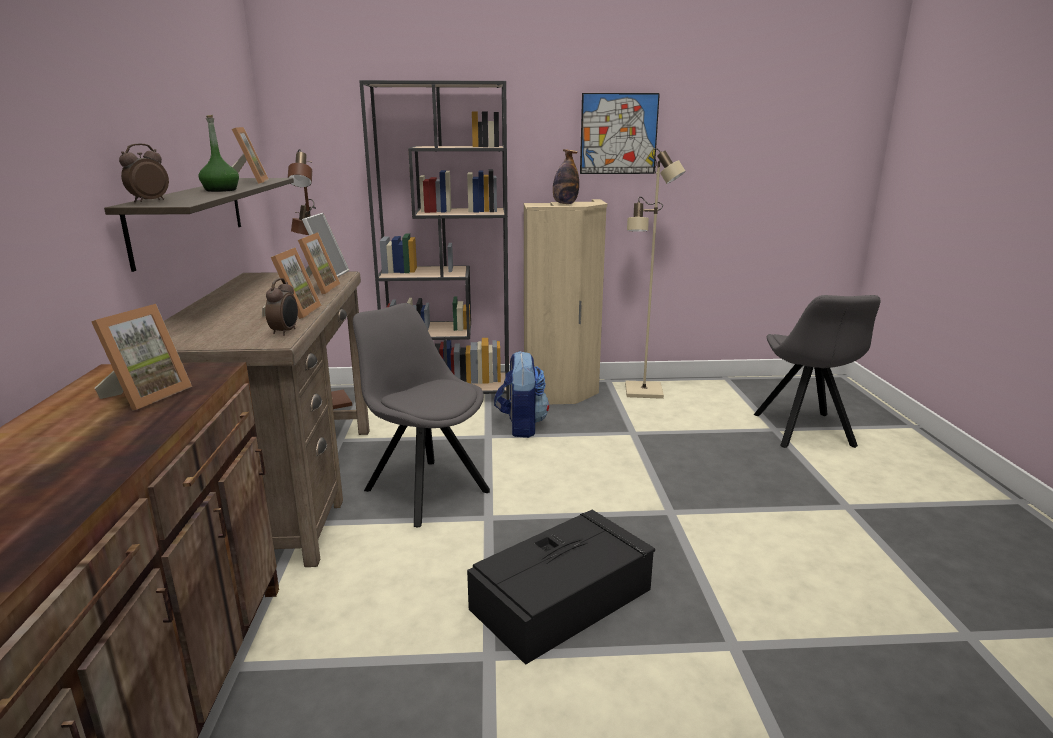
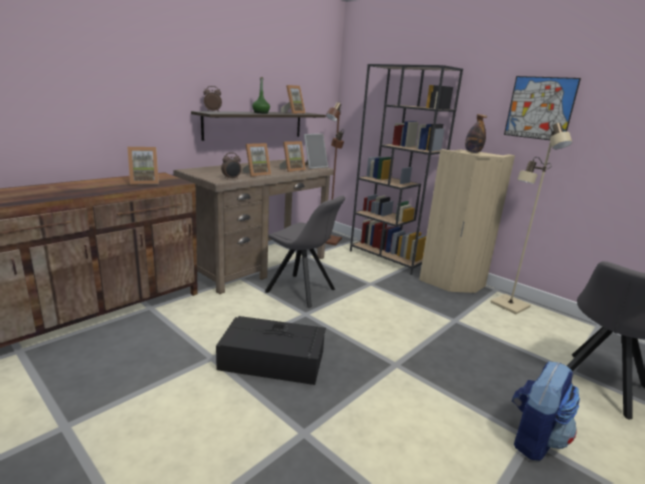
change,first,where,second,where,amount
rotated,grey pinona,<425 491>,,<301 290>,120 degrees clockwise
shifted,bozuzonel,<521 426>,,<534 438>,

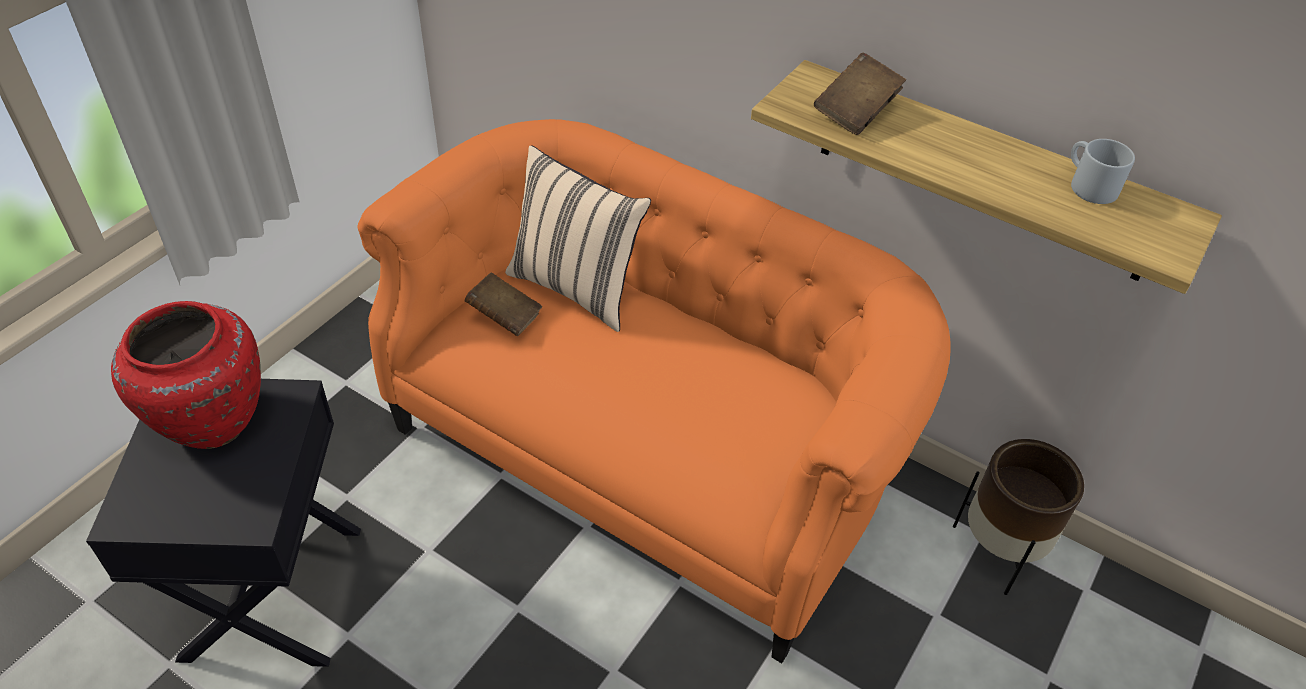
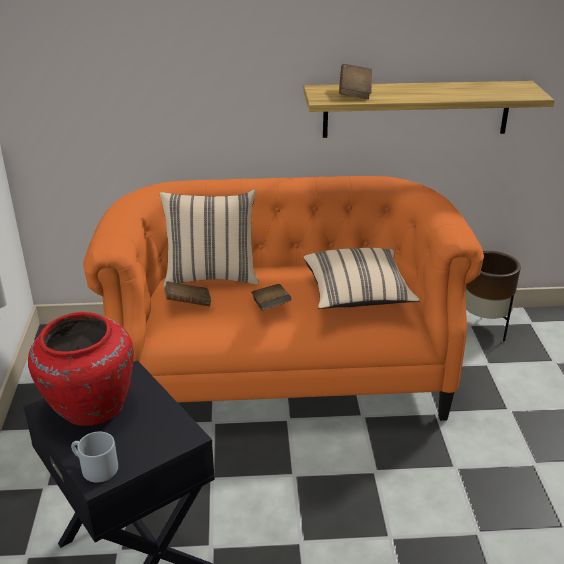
change,first,where,second,where,amount
shifted,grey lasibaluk,<1087 185>,,<94 468>,
new,,,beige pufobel,<357 295>,
new,,,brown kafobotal,<270 306>,

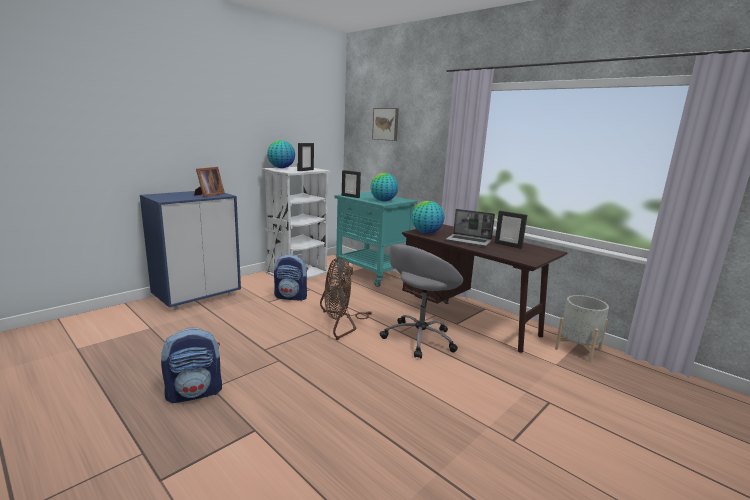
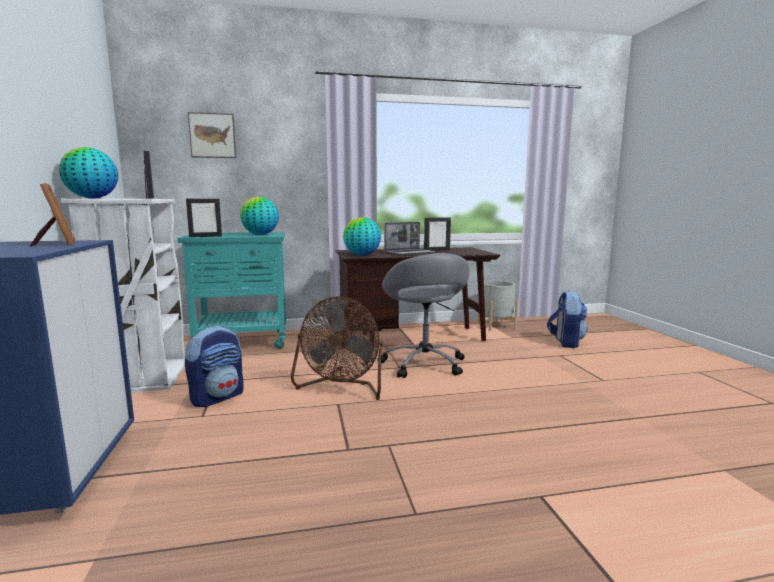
change,first,where,second,where,amount
shifted,bozuzonel,<195 393>,,<565 342>,

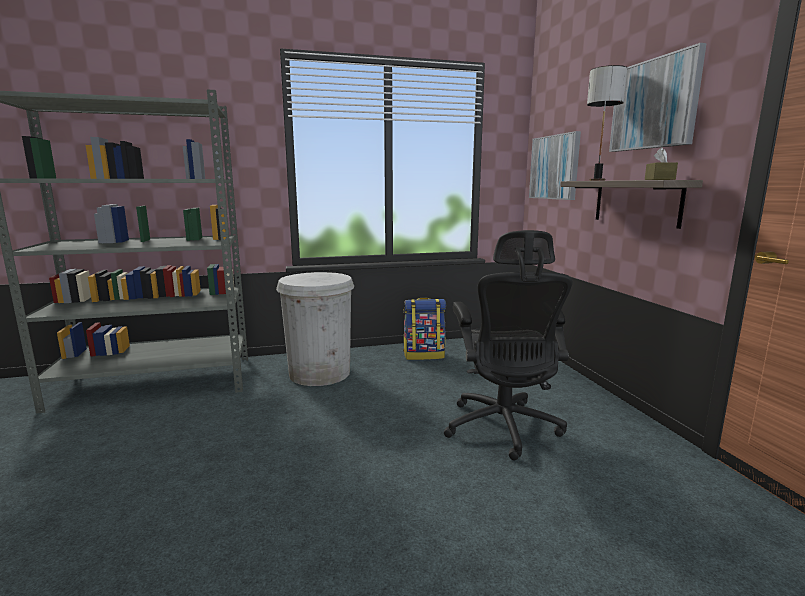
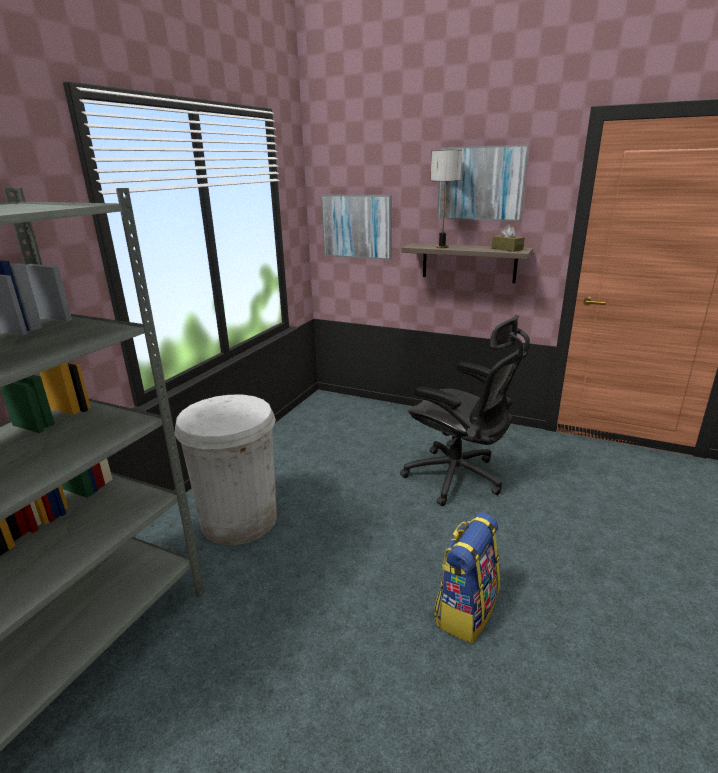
change,first,where,second,where,amount
shifted,bozuzonel,<424 355>,,<465 610>,

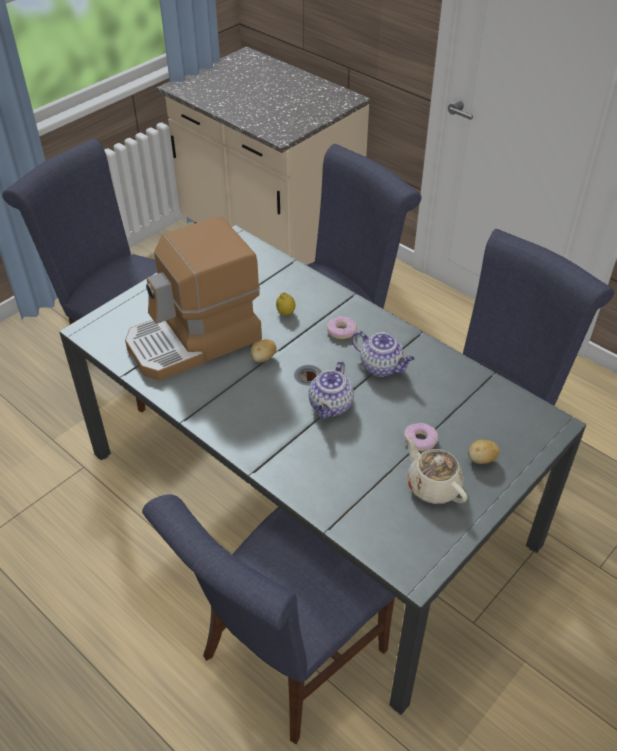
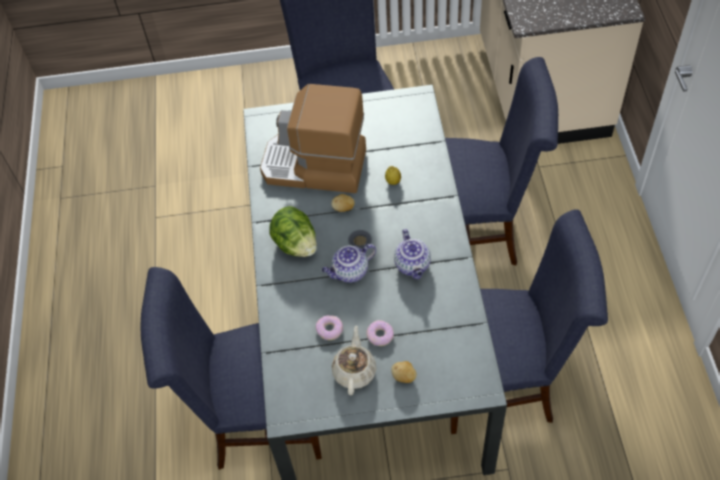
change,first,where,second,where,amount
shifted,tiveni,<341 331>,,<329 329>,
new,,,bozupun,<296 244>,

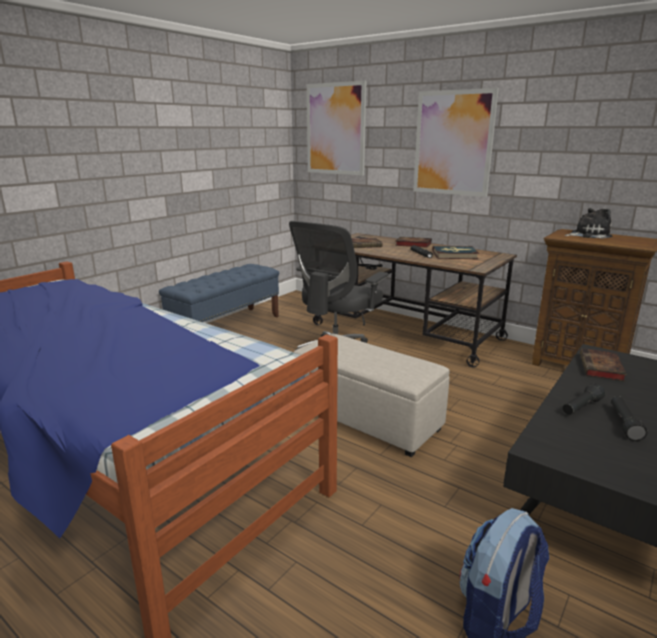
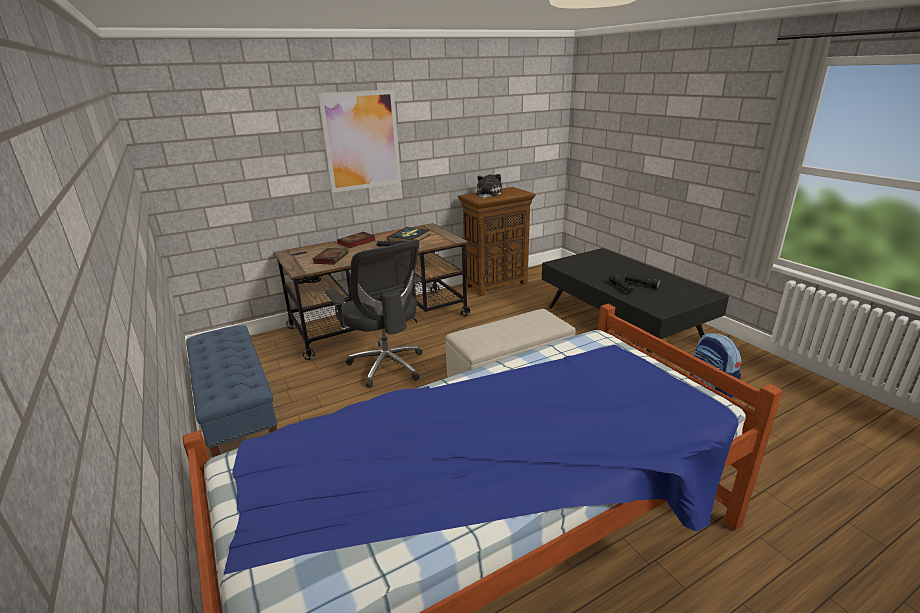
change,first,where,second,where,amount
gone,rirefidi,<336 129>,,,
gone,kafobotal,<602 368>,,,

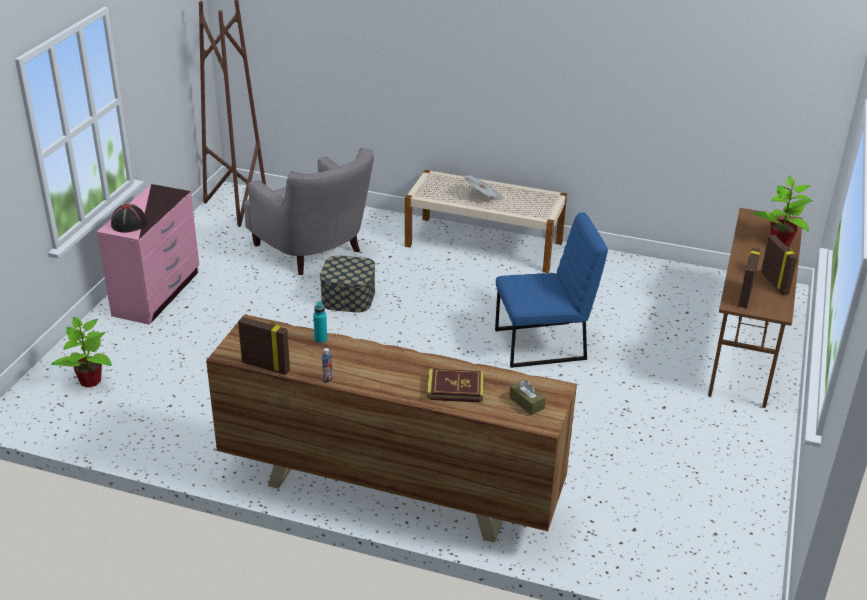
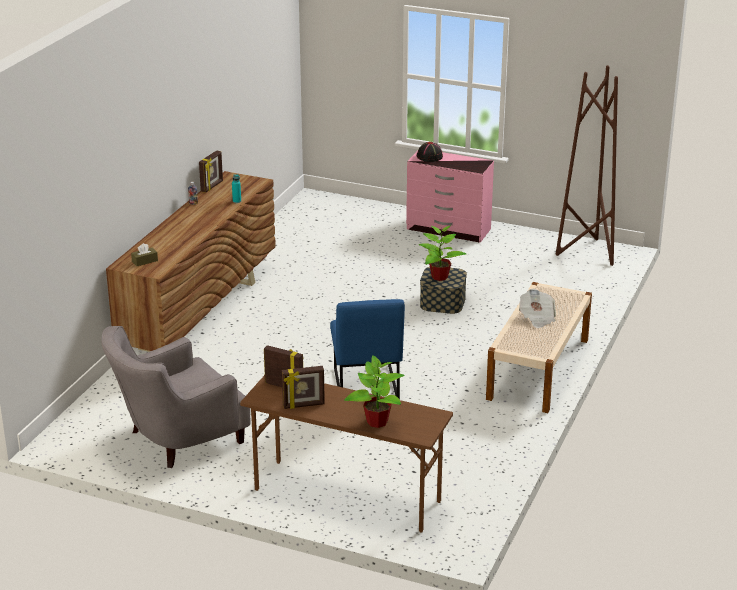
change,first,where,second,where,amount
shifted,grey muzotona,<313 251>,,<177 439>,
shifted,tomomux,<90 381>,,<439 277>,
gone,kafobotal,<455 389>,,,

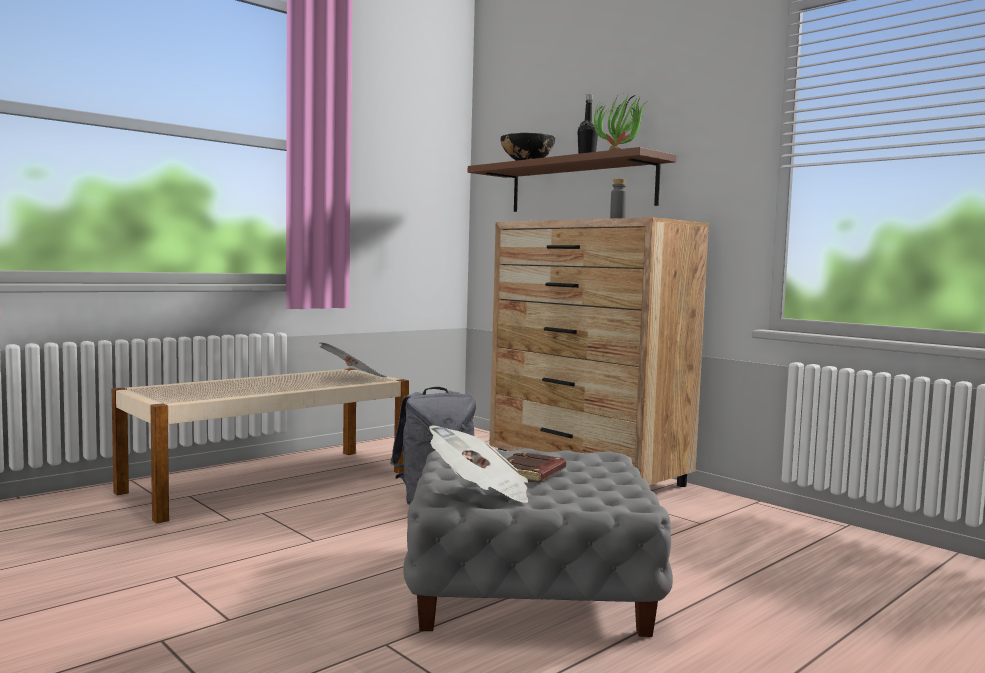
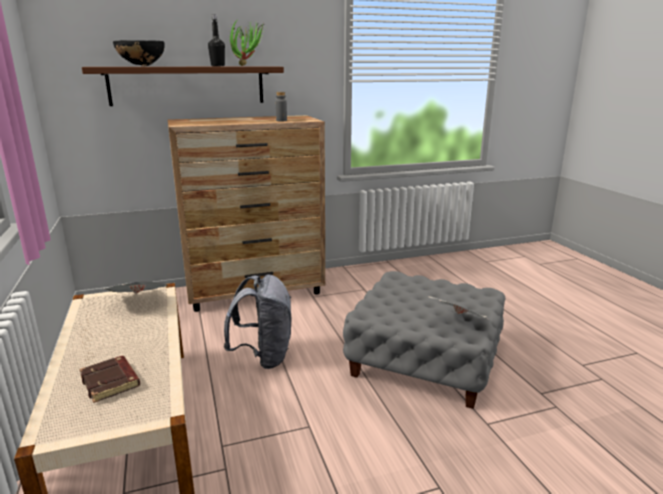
change,first,where,second,where,amount
shifted,brown kafobotal,<531 473>,,<111 382>,

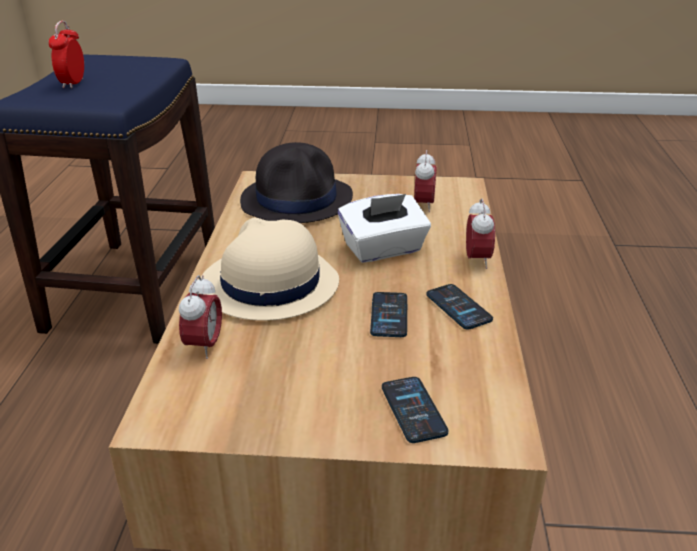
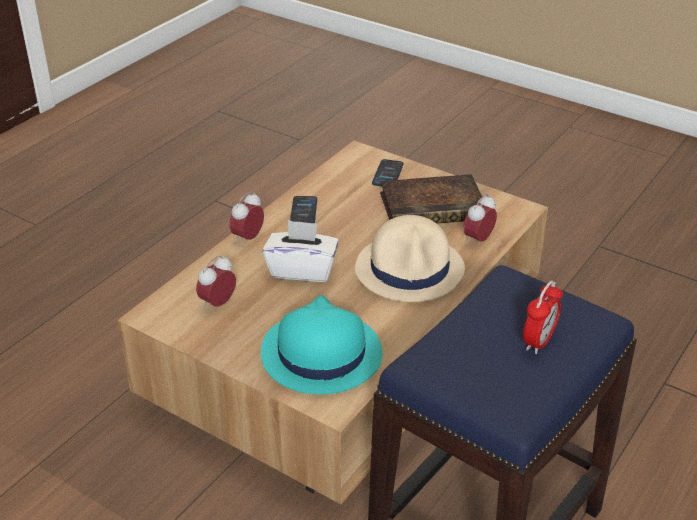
change,first,where,second,where,amount
repainted,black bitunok,<297 200>,turquoise bitunok,<320 354>,
gone,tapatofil,<389 315>,,,
new,,,kafobotal,<434 206>,

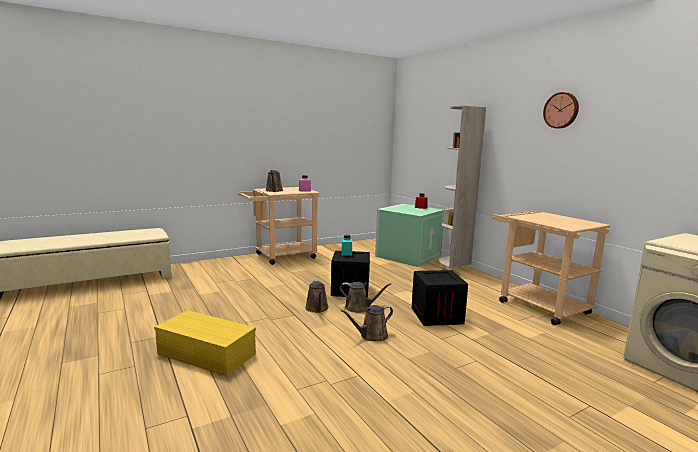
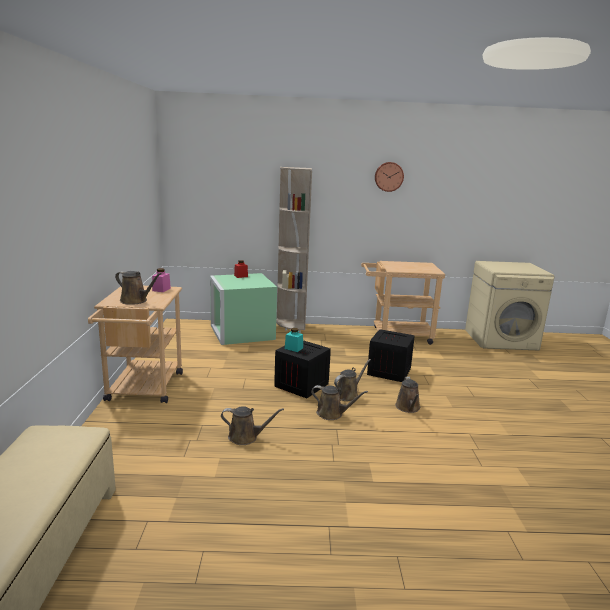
change,first,where,second,where,amount
gone,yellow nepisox,<208 354>,,,
new,,,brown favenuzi,<246 437>,

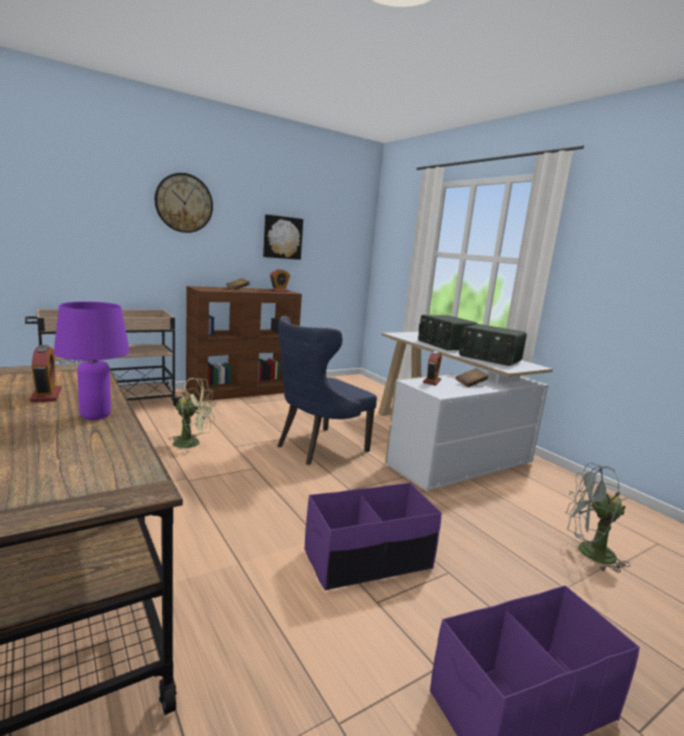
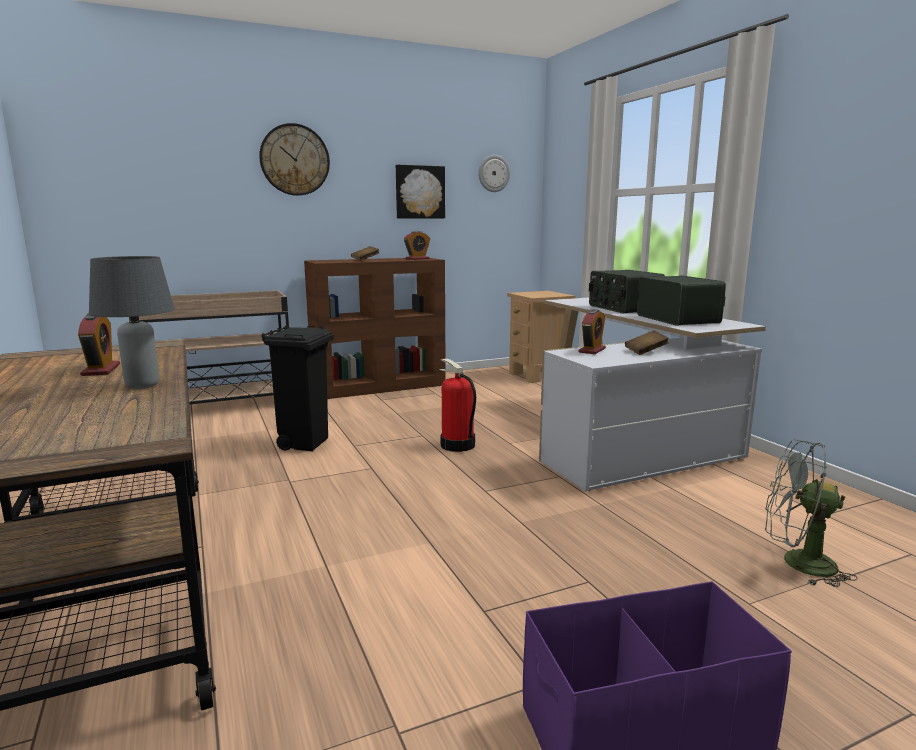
change,first,where,second,where,amount
repainted,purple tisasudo,<95 416>,grey tisasudo,<142 386>,
swapped,blue pinona,<318 447>,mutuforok,<457 445>,
rotated,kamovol,<489 358>,,<678 319>,150 degrees counterclockwise
swapped,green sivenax,<193 443>,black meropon,<305 443>,
gone,purple nepisox,<368 559>,,,
new,,,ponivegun,<493 173>,
new,,,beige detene,<537 376>,

